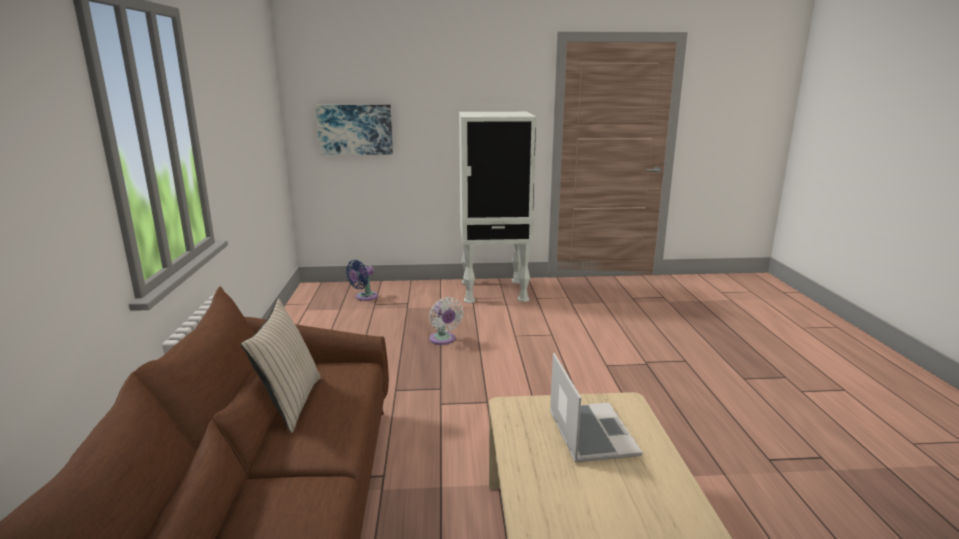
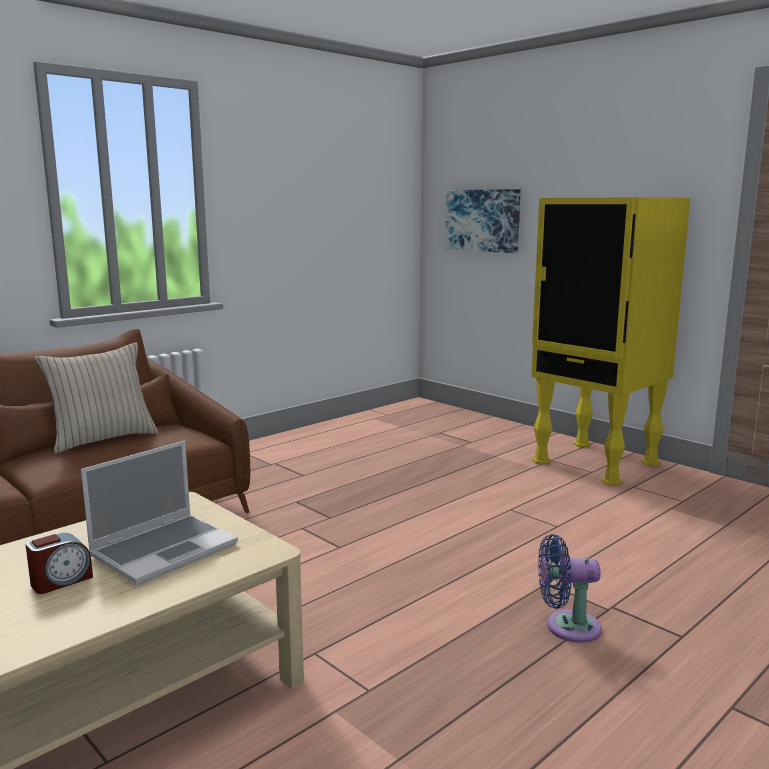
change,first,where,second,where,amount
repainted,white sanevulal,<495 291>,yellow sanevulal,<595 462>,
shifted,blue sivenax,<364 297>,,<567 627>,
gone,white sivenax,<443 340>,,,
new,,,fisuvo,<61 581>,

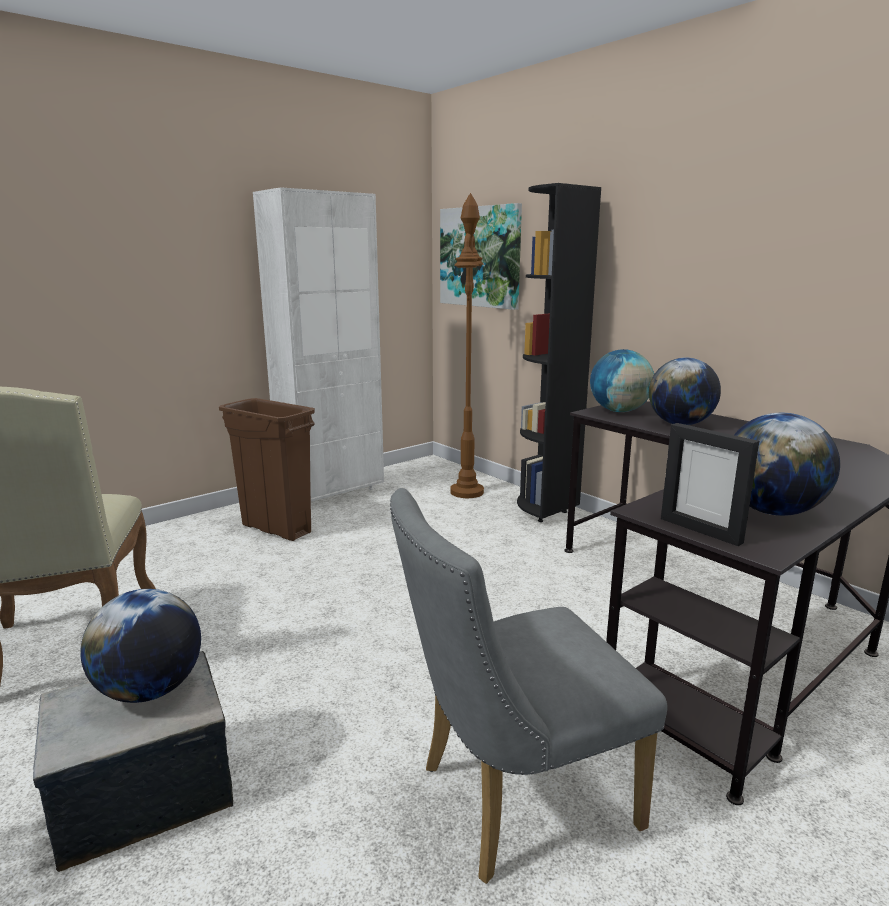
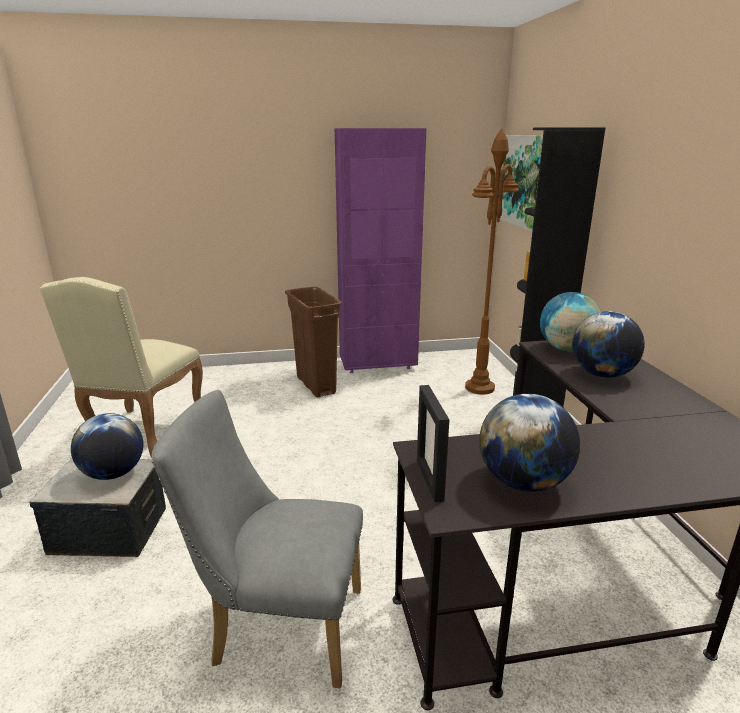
change,first,where,second,where,amount
repainted,white sanevulal,<332 492>,purple sanevulal,<378 365>,

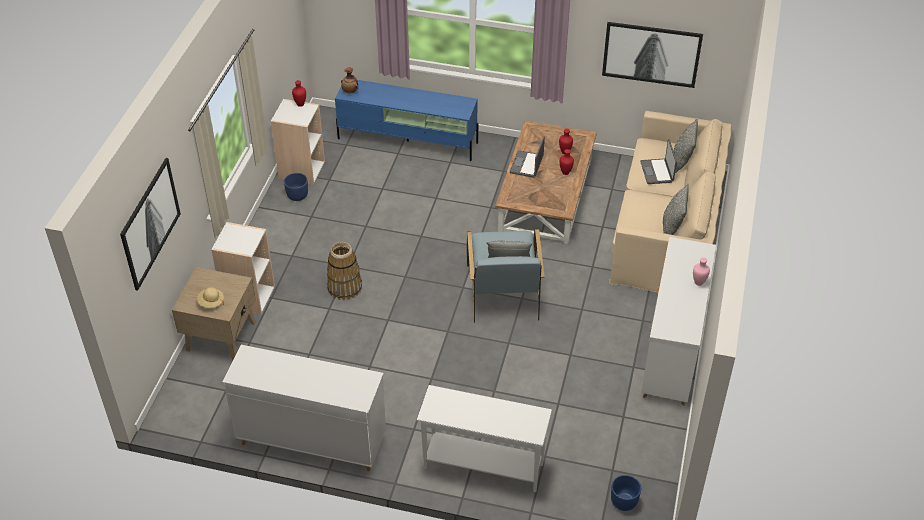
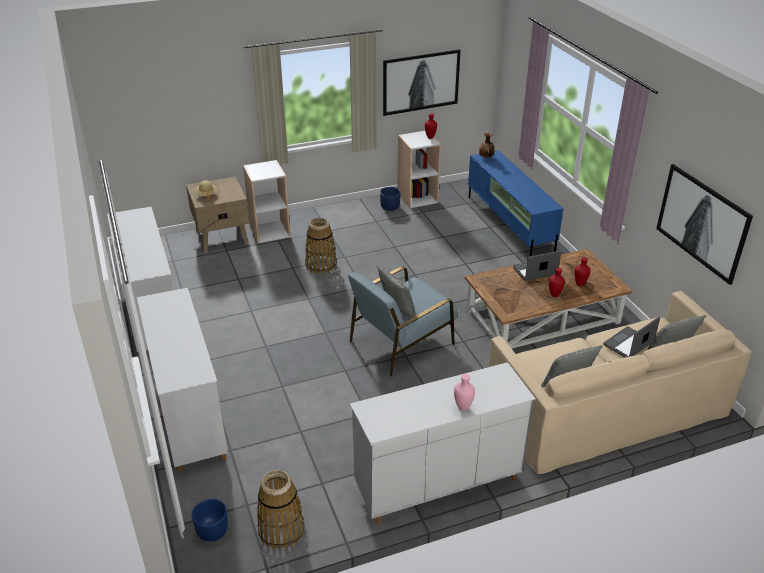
change,first,where,second,where,amount
shifted,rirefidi,<149 223>,,<420 81>,
swapped,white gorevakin,<482 467>,white sanevulal,<189 417>,
new,,,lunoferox,<281 530>,

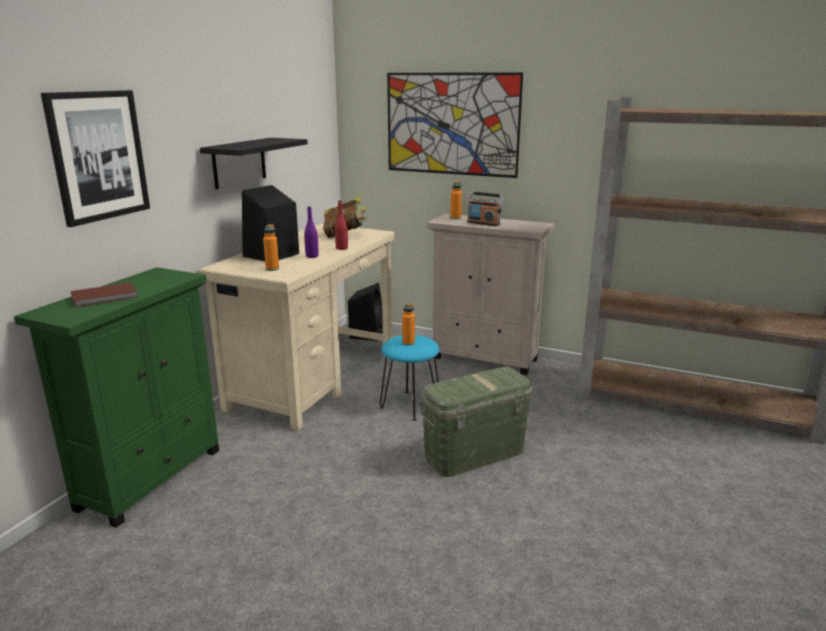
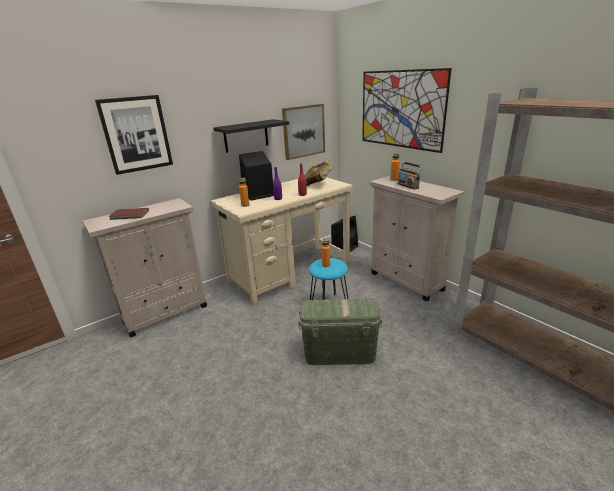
change,first,where,second,where,amount
repainted,green sanevulal,<151 477>,beige sanevulal,<166 313>,
new,,,rirefidi,<303 131>,

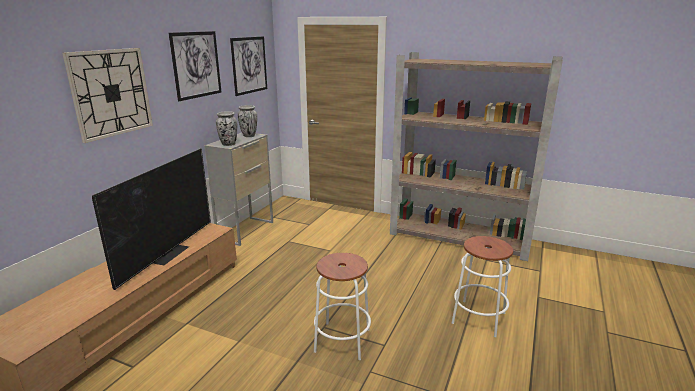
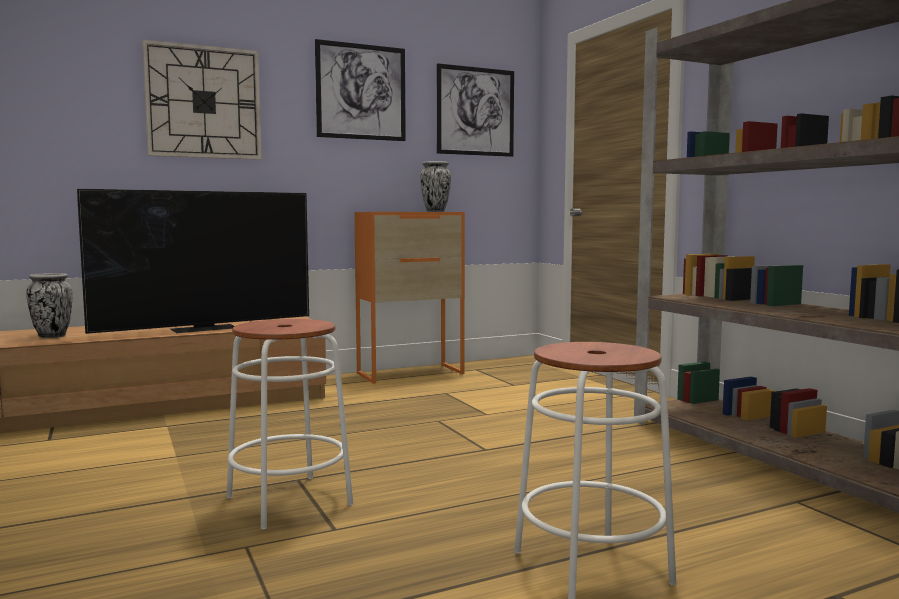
change,first,where,second,where,amount
shifted,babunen,<228 144>,,<52 336>,
repainted,grey sanevulal,<247 231>,orange sanevulal,<412 373>,

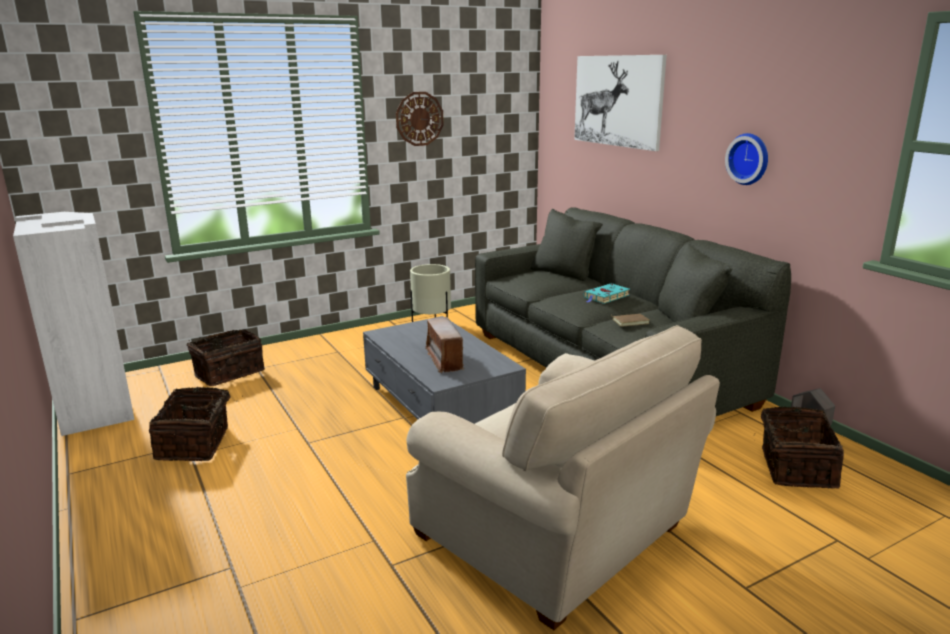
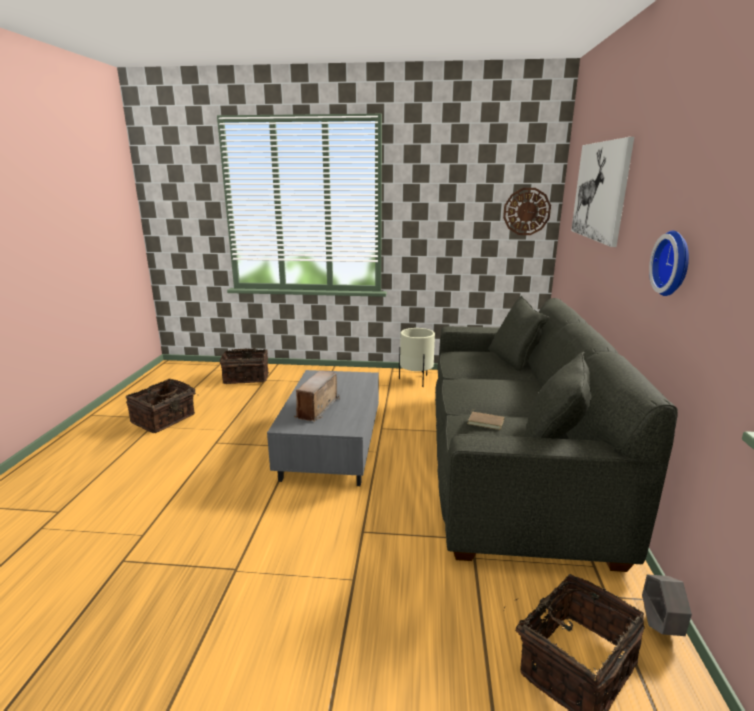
change,first,where,second,where,amount
shifted,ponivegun,<419 119>,,<526 211>,
gone,white sanevulal,<94 412>,,,
gone,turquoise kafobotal,<606 297>,,,
gone,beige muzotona,<555 535>,,,

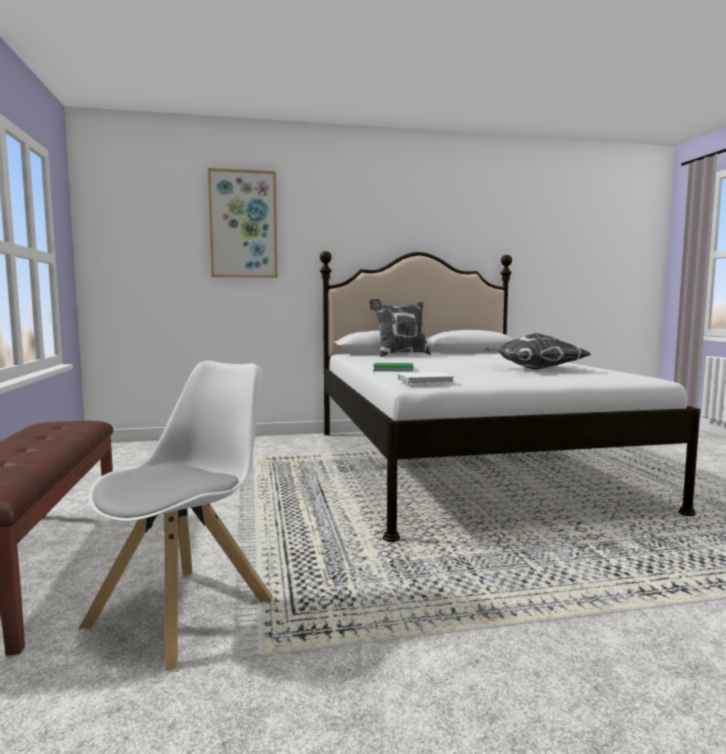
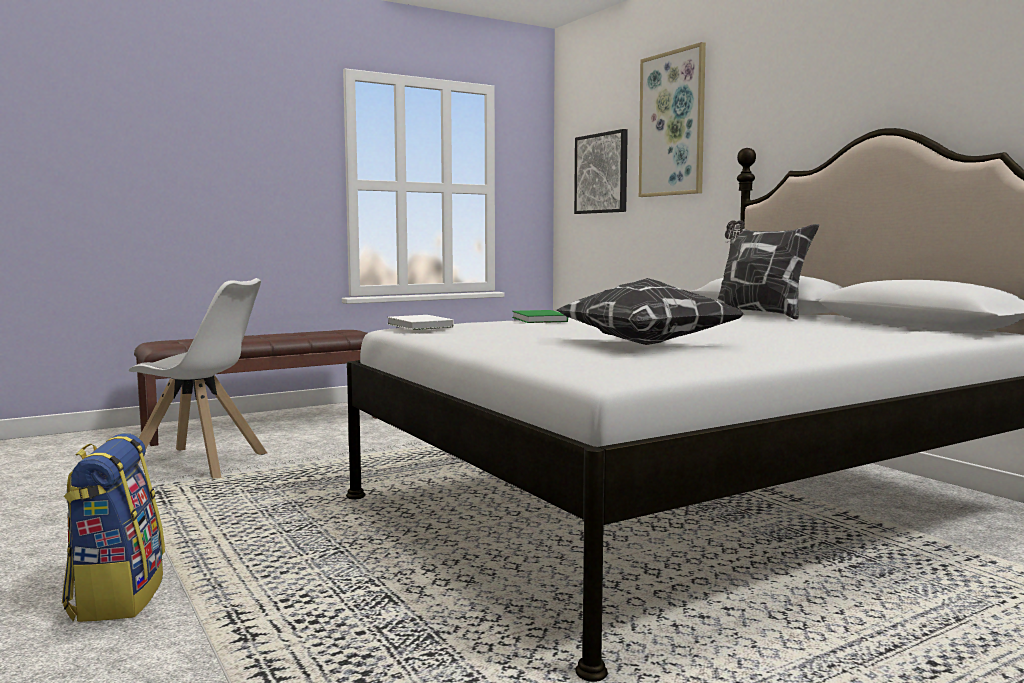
change,first,where,second,where,amount
new,,,rirefidi,<602 173>,
new,,,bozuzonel,<116 597>,

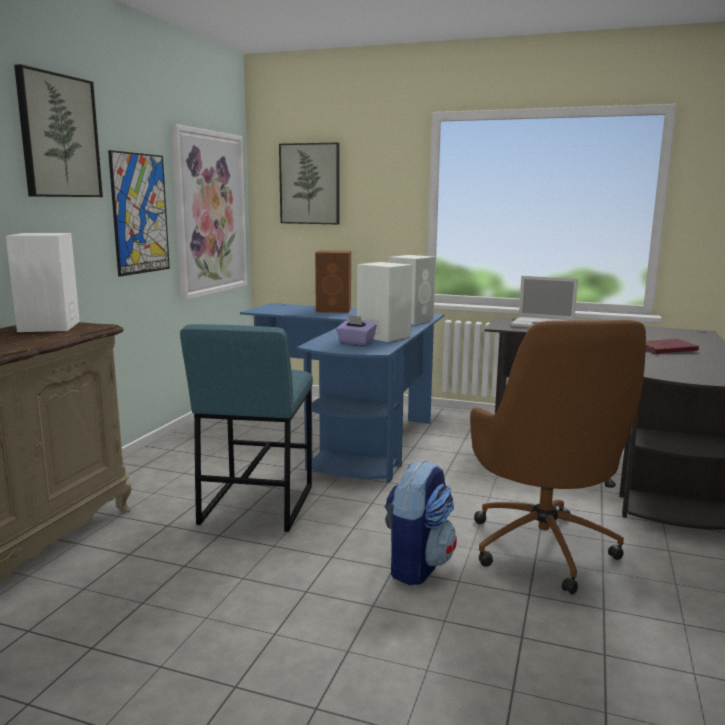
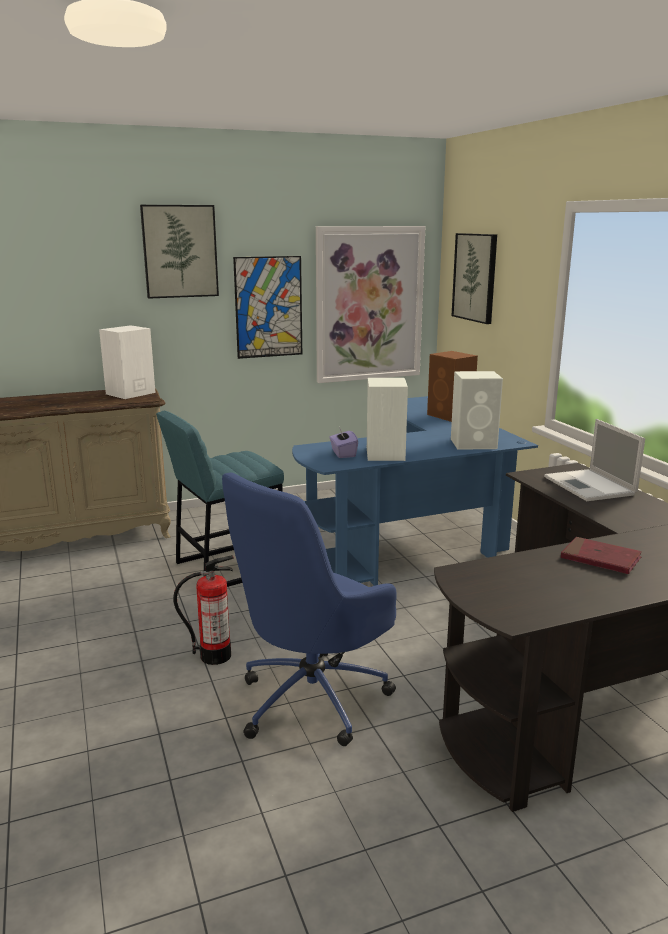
change,first,where,second,where,amount
repainted,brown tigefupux,<542 549>,blue tigefupux,<311 700>,
swapped,bozuzonel,<417 565>,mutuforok,<215 655>,

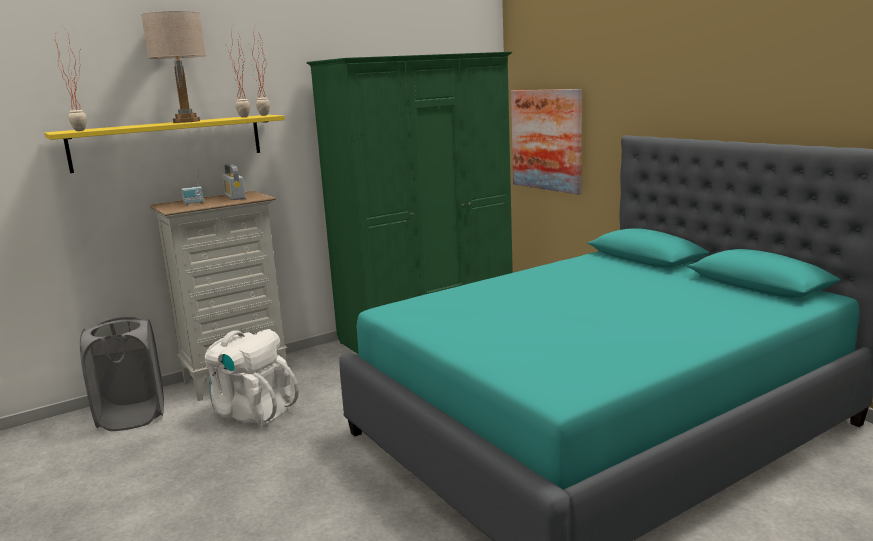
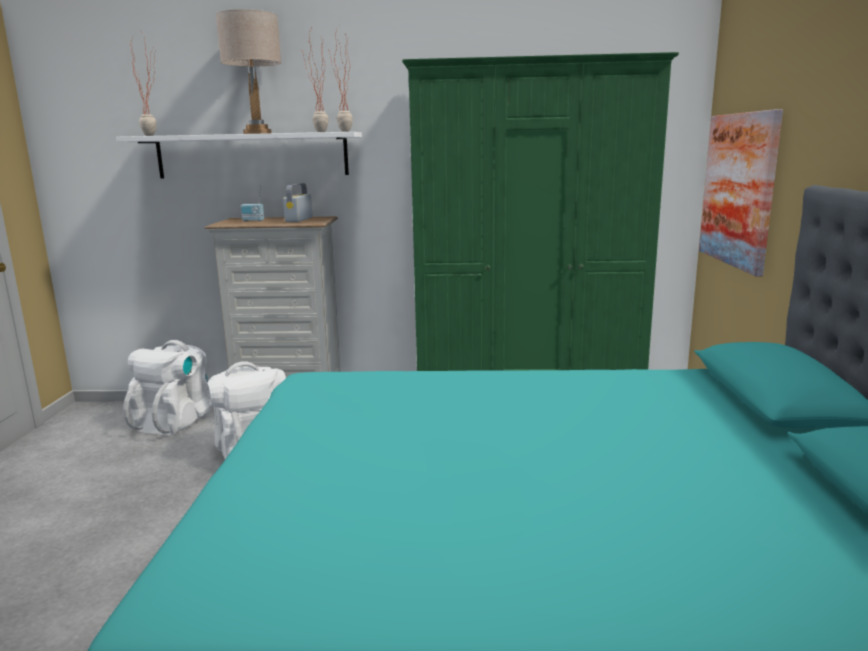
change,first,where,second,where,amount
repainted,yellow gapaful,<168 142>,white gapaful,<252 155>,
swapped,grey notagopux,<132 417>,white bozuzonel,<175 421>,

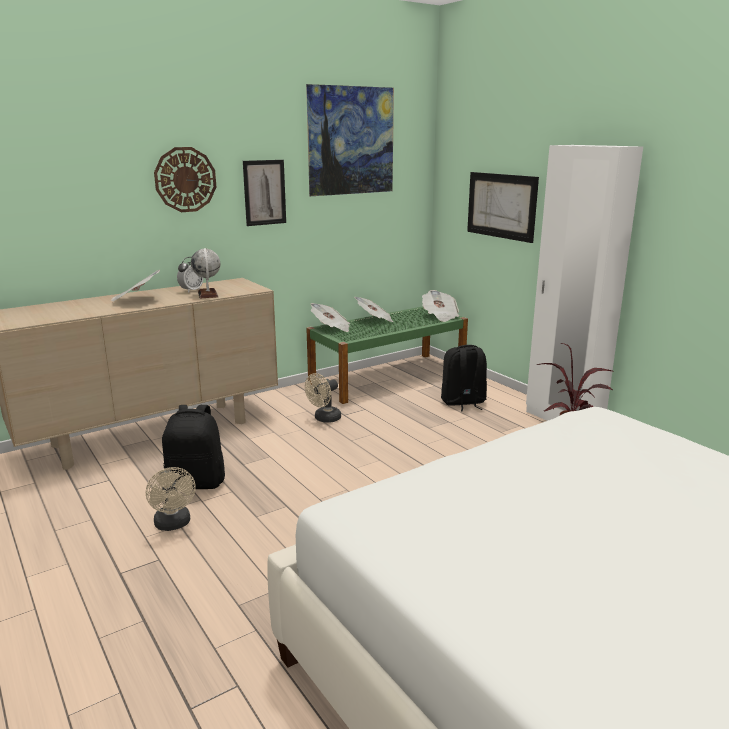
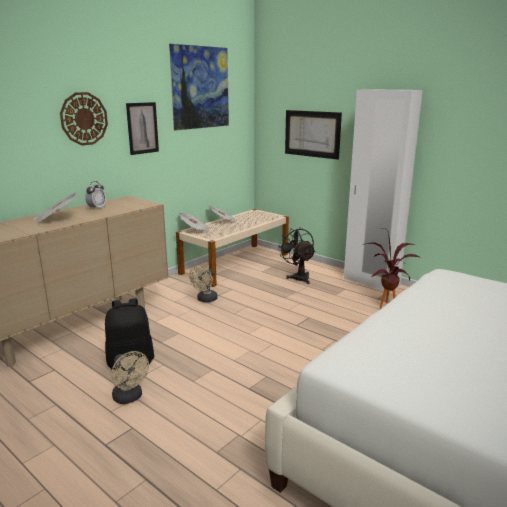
change,first,where,second,where,amount
gone,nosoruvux,<208 294>,,,
gone,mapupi,<440 316>,,,
repainted,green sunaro,<388 377>,beige sunaro,<235 263>,
swapped,black bozuzonel,<463 402>,black sivenax,<298 277>,

